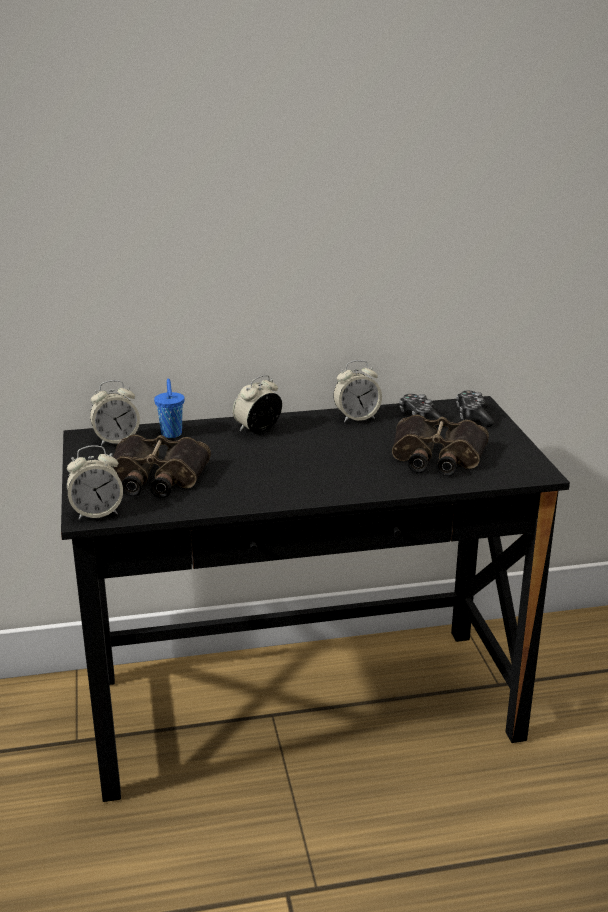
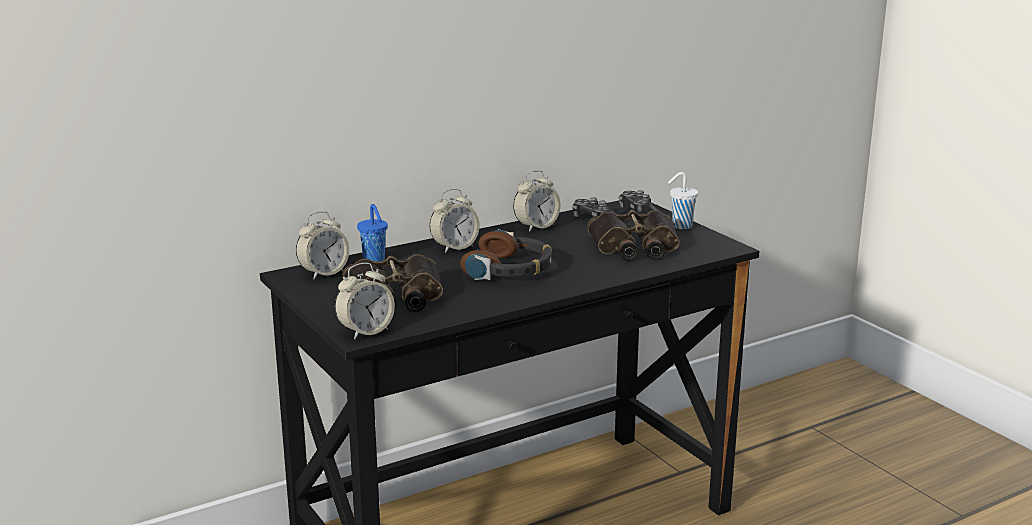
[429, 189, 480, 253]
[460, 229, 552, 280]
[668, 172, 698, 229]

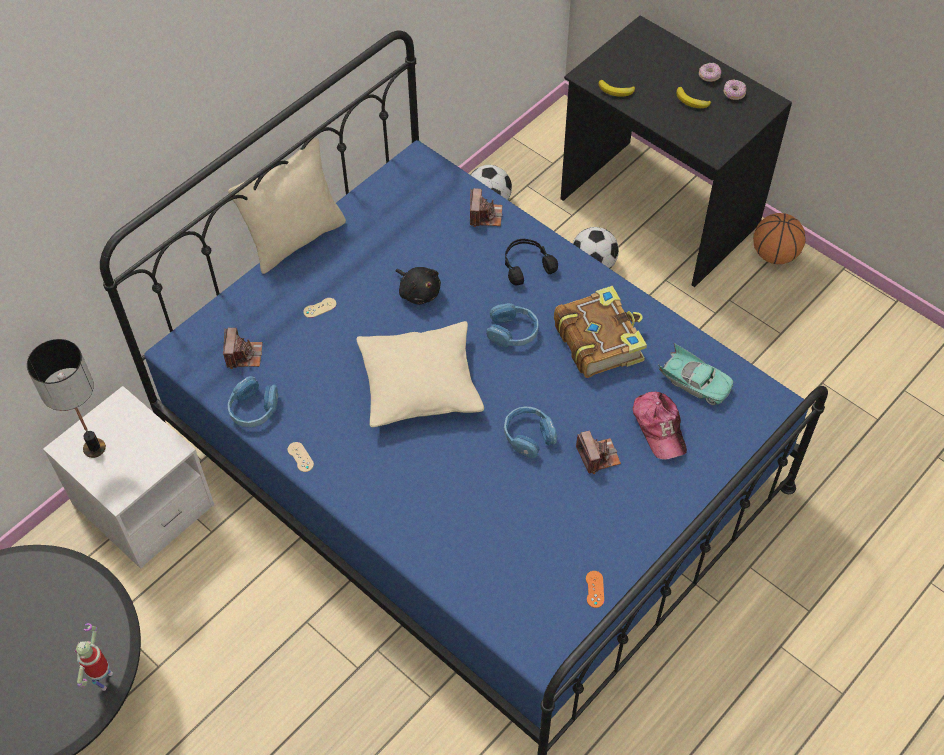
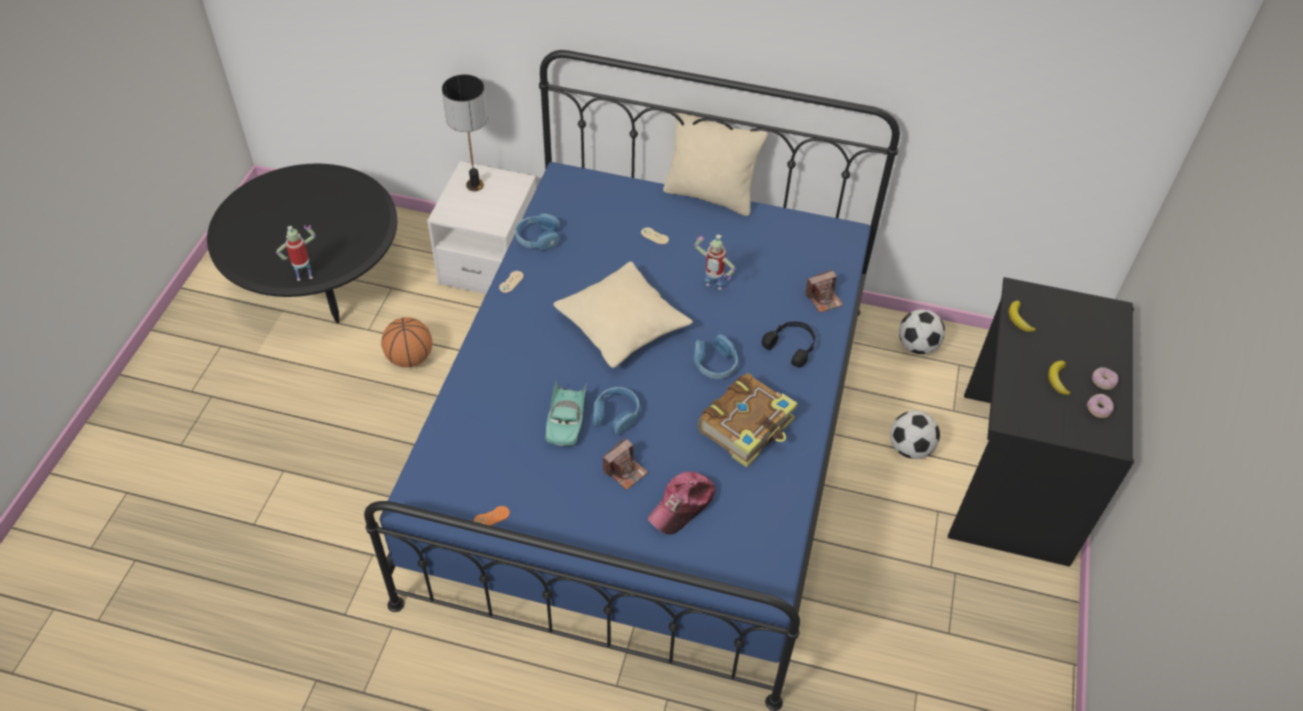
[381, 318, 432, 367]
[545, 379, 587, 446]
[694, 234, 736, 290]
[223, 328, 263, 369] (first image)

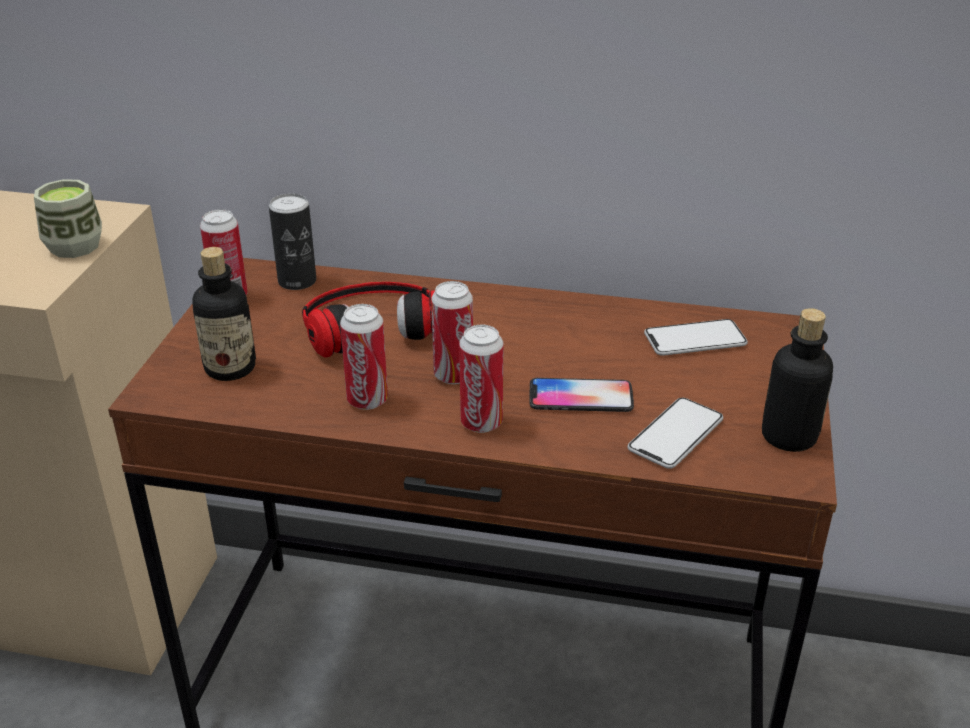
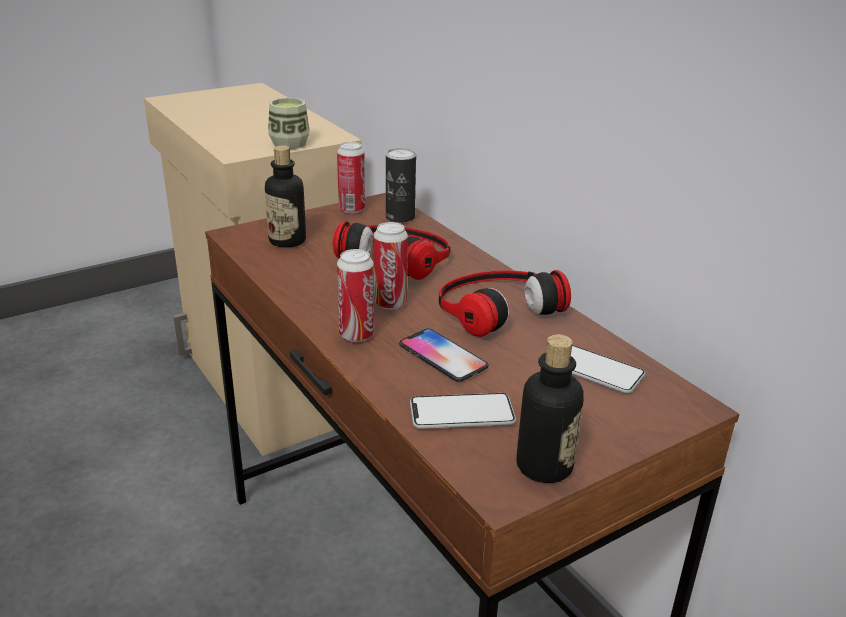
[439, 270, 571, 337]
[340, 304, 388, 410] (first image)

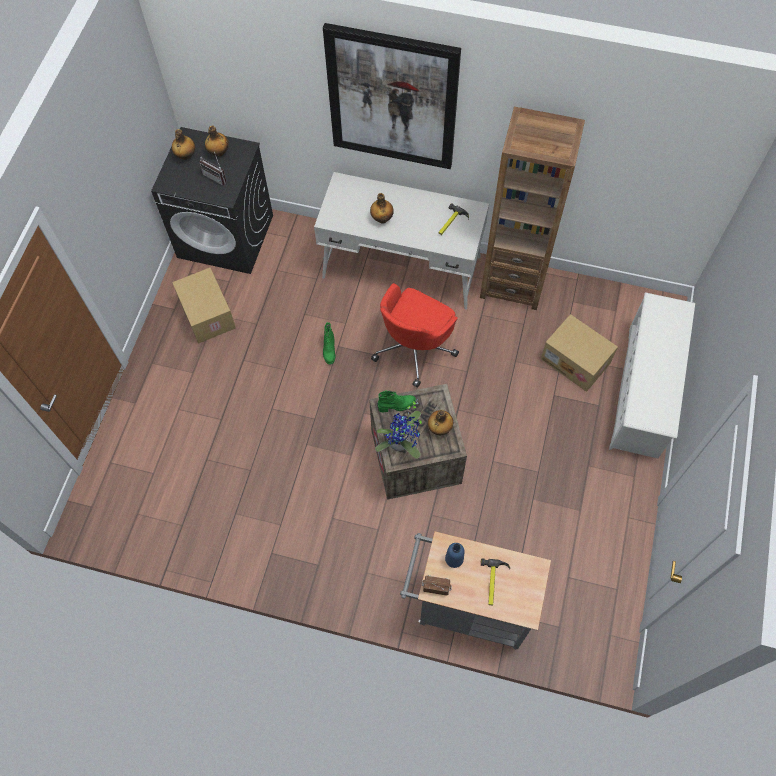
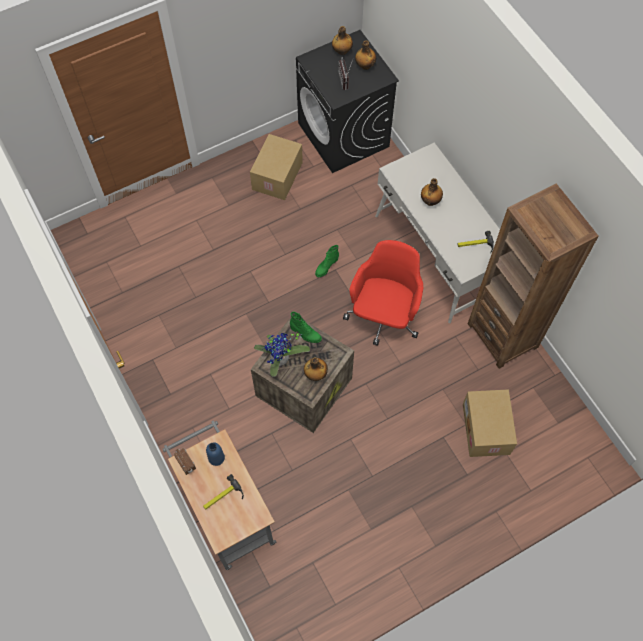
[343, 240, 423, 346]
[323, 23, 461, 169] (first image)
[609, 292, 695, 458] (first image)

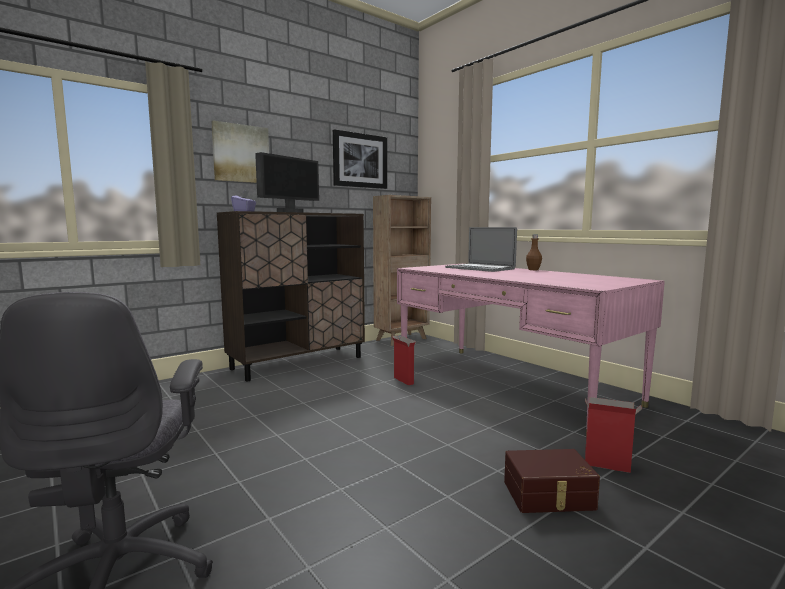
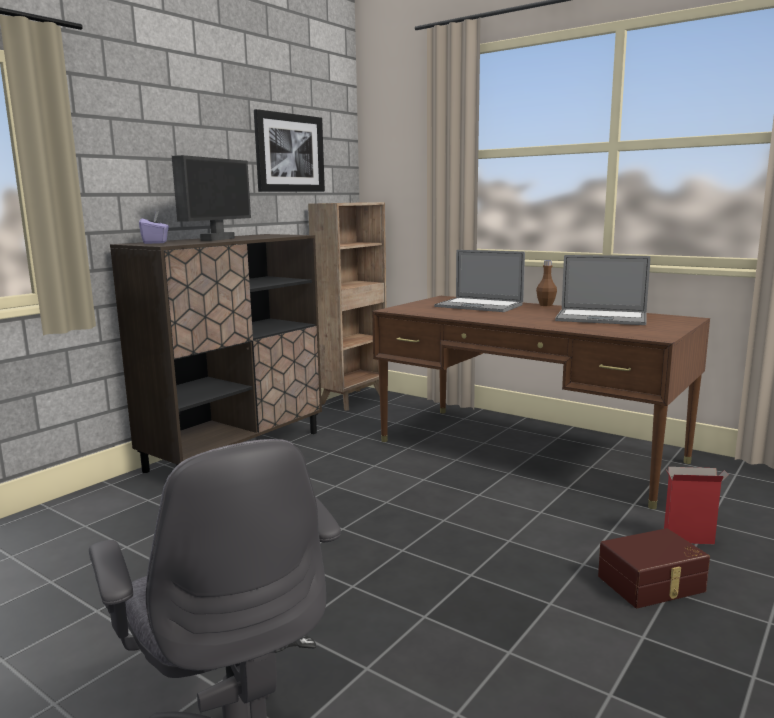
[372, 296, 710, 509]
[555, 255, 650, 325]
[211, 121, 269, 183] (first image)
[392, 335, 416, 385] (first image)

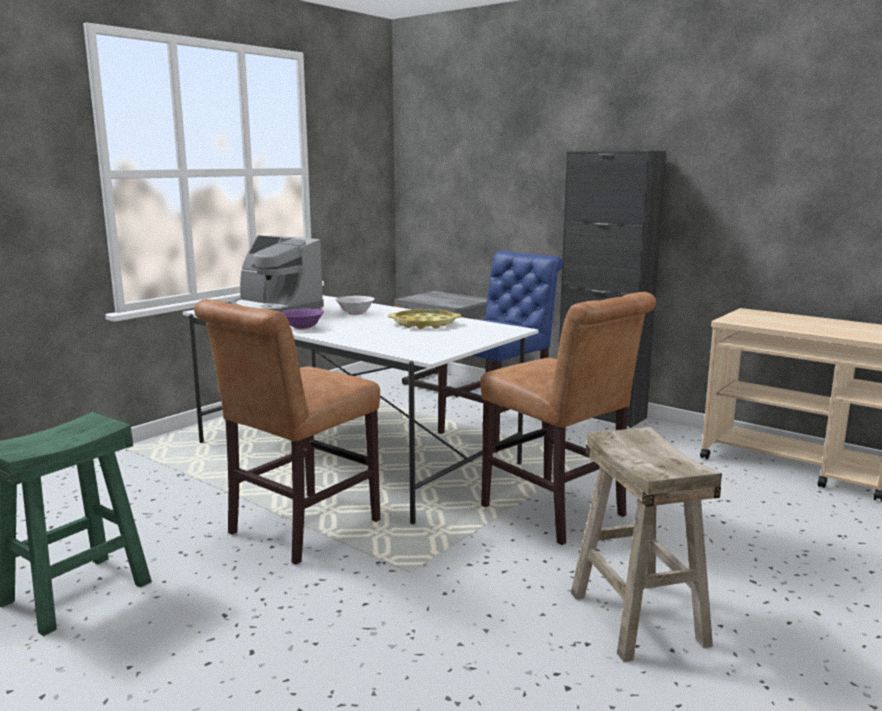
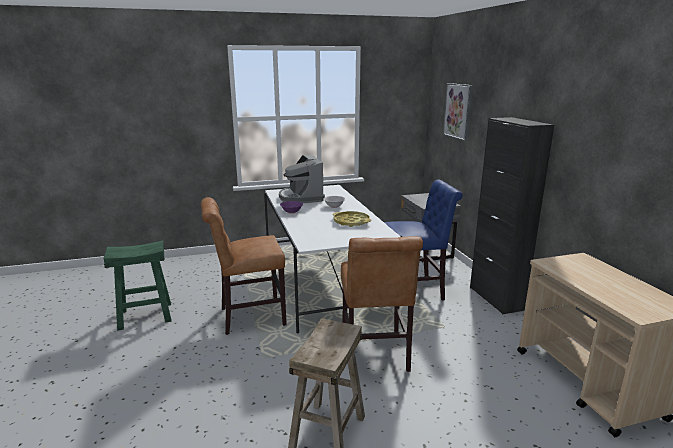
[443, 83, 473, 141]

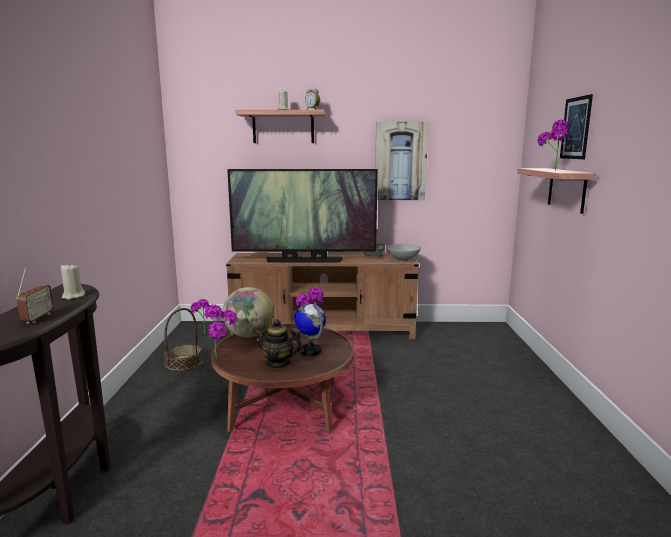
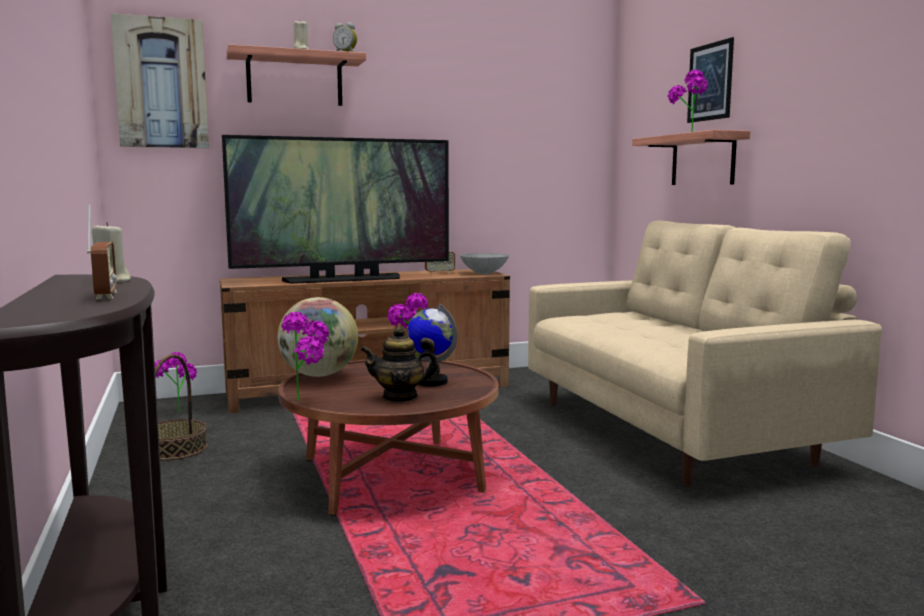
[111, 13, 209, 148]
[528, 220, 882, 487]

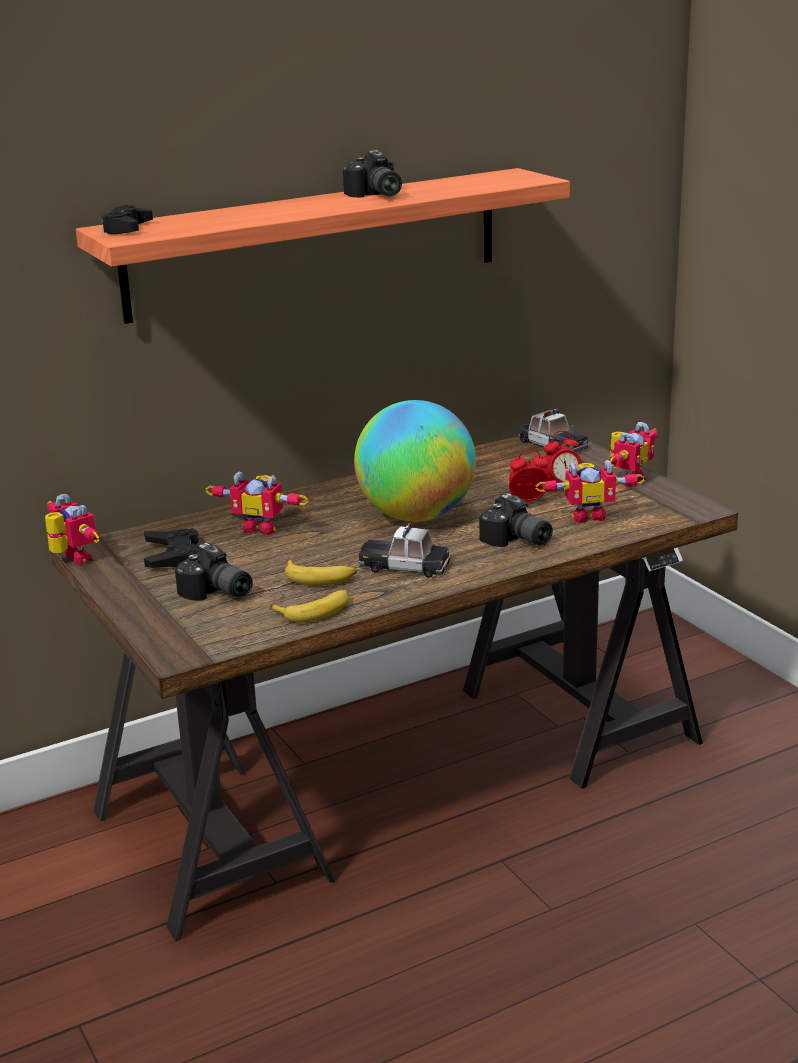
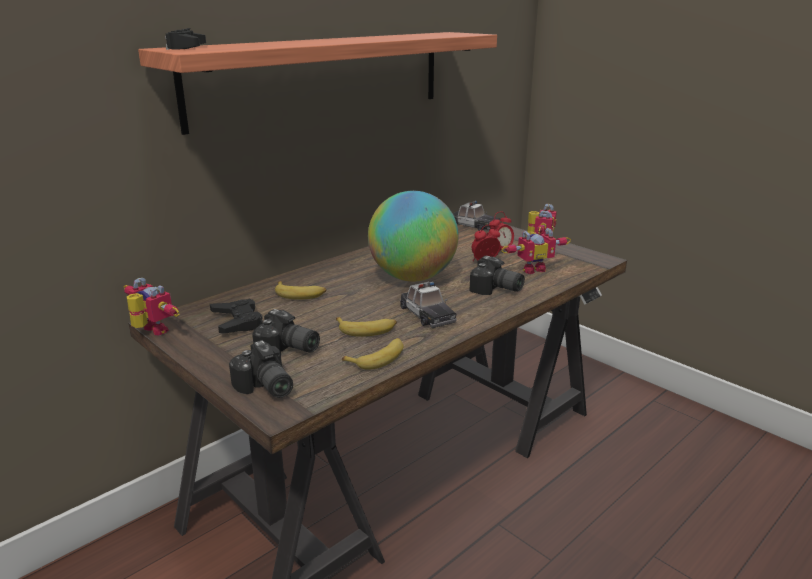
[229, 340, 293, 398]
[275, 281, 326, 300]
[400, 282, 457, 328]

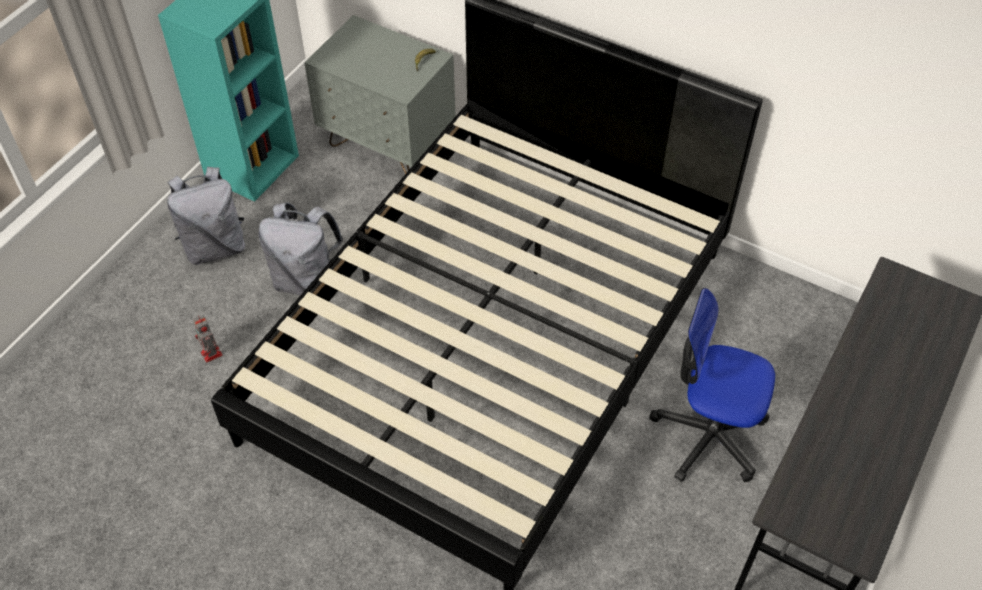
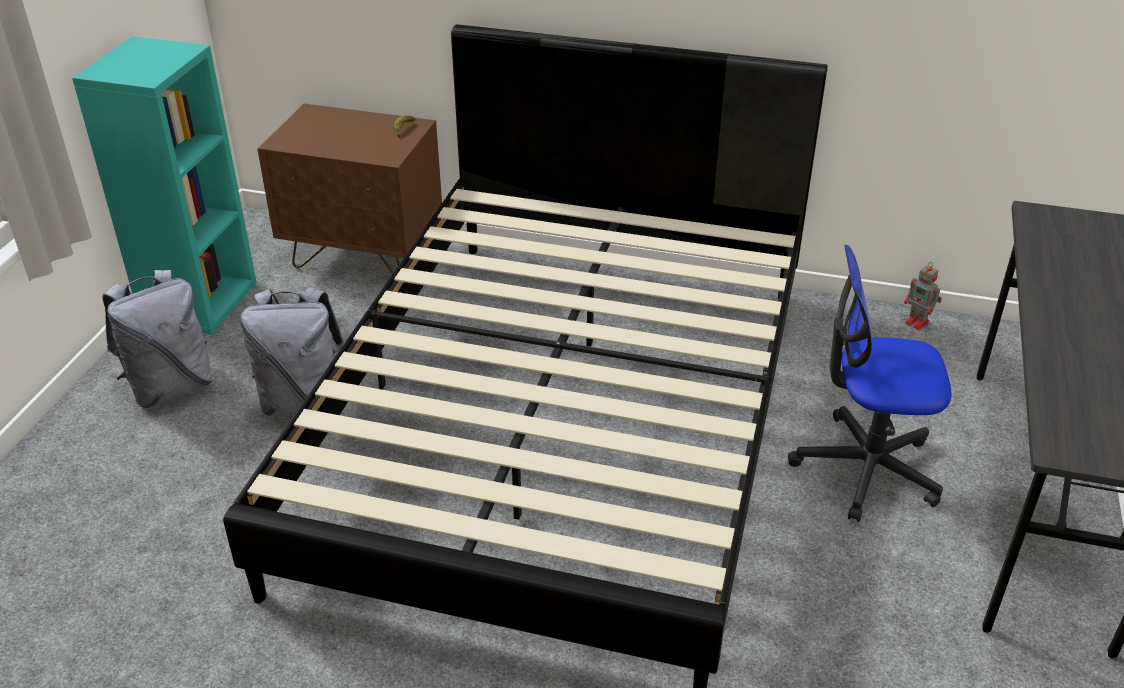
[257, 104, 442, 274]
[904, 262, 942, 330]

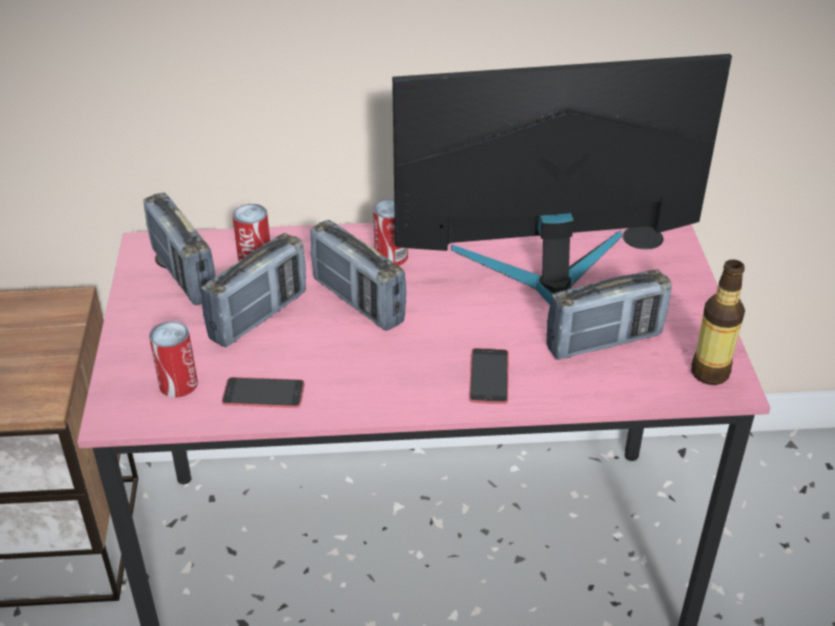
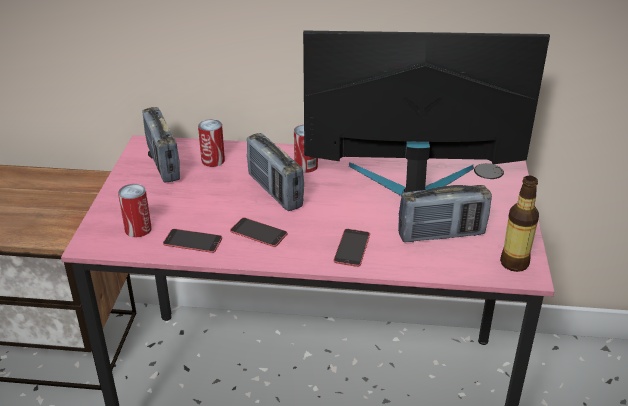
[230, 217, 288, 247]
[201, 233, 306, 348] (first image)

